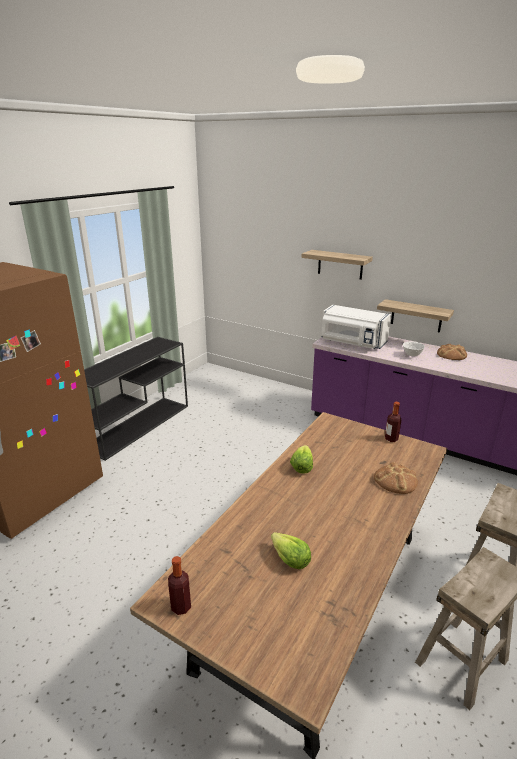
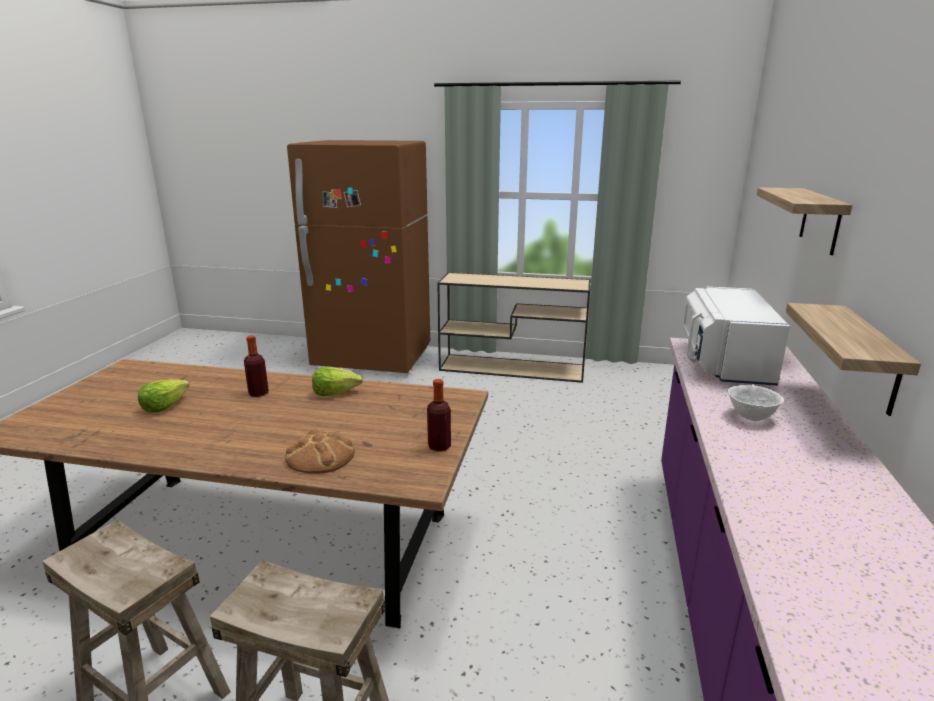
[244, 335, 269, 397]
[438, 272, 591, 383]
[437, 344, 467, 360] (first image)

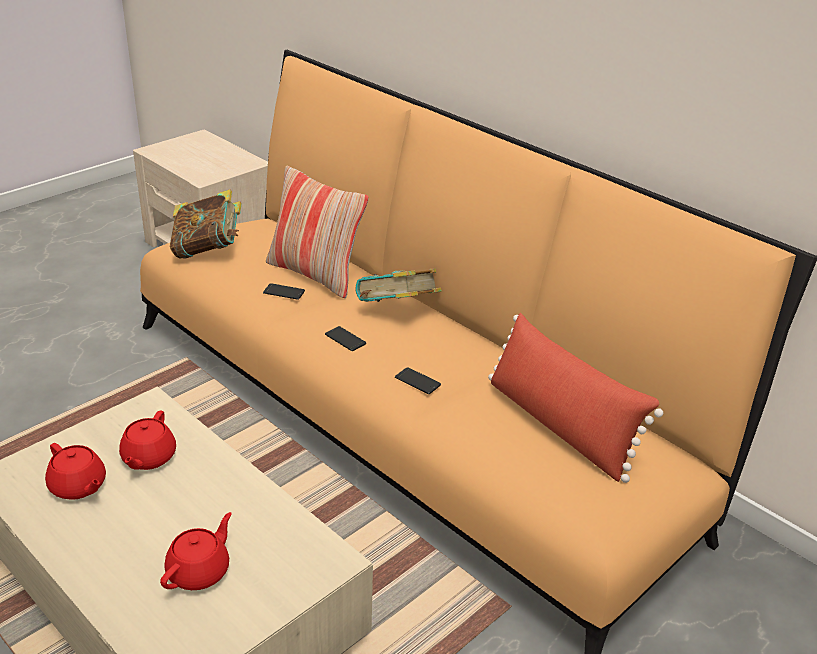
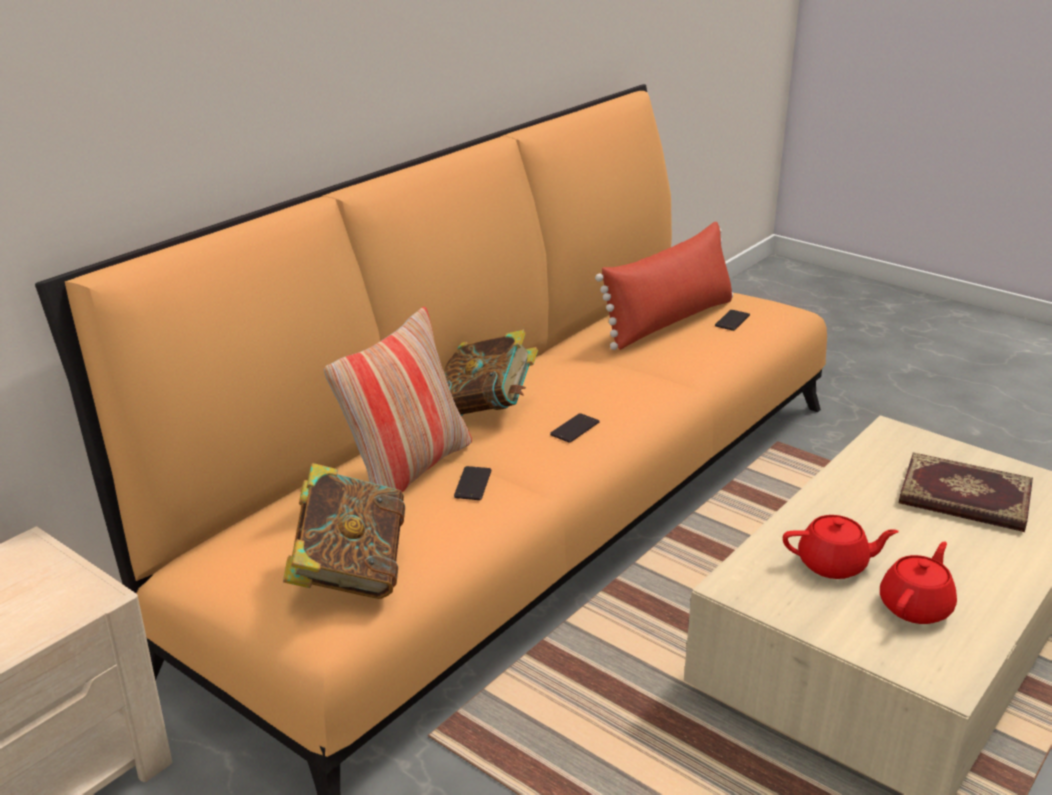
[715, 310, 750, 331]
[899, 452, 1033, 532]

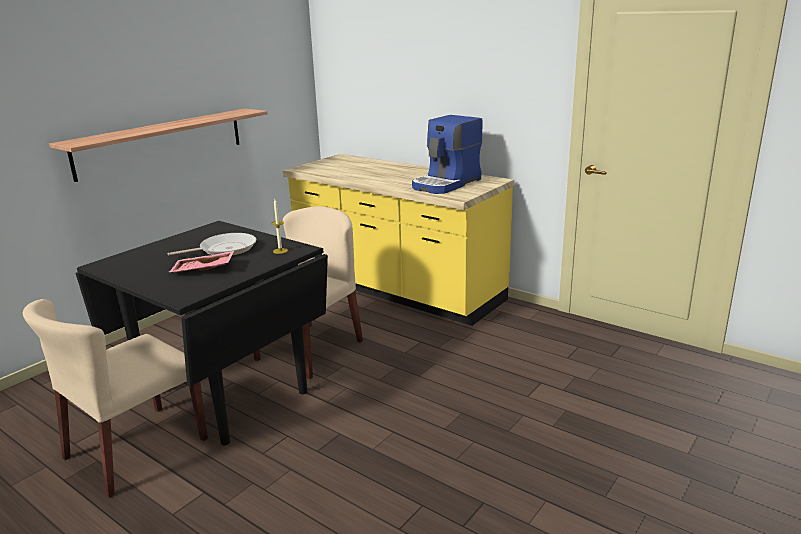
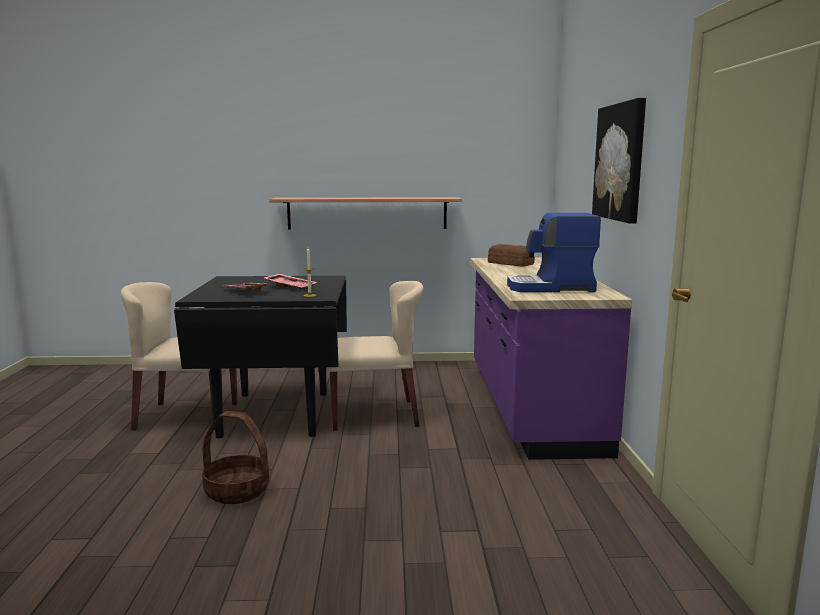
[202, 411, 269, 504]
[264, 273, 317, 290]
[471, 258, 632, 460]
[488, 244, 535, 267]
[592, 98, 646, 223]

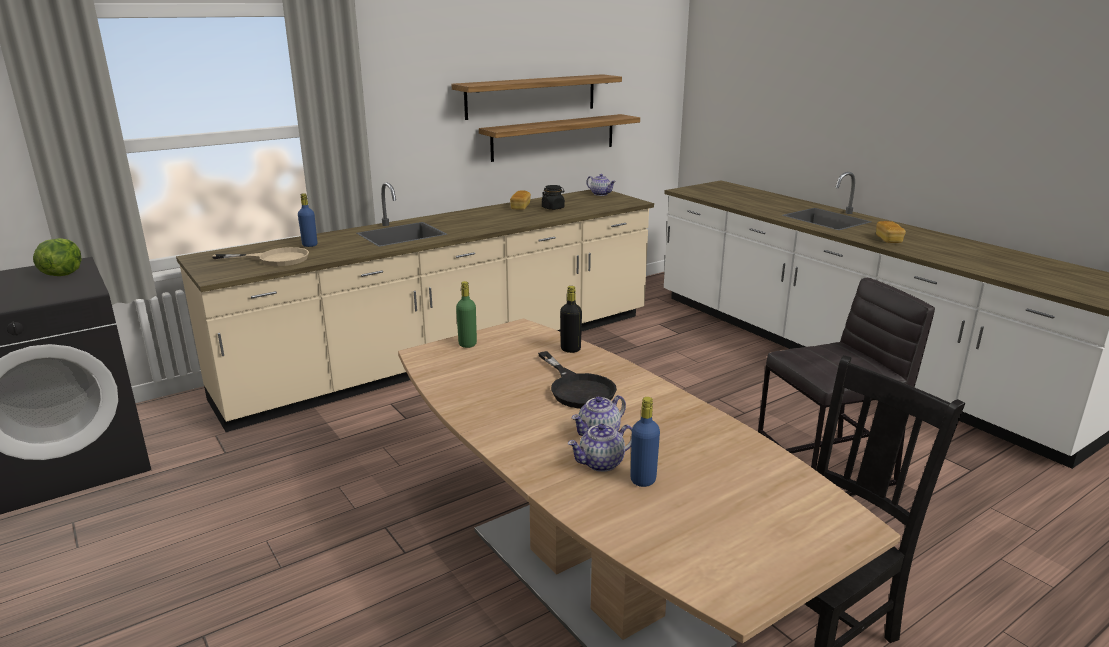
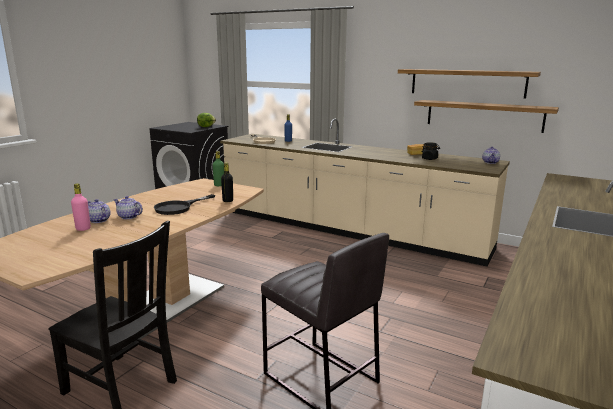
[71, 184, 91, 231]
[876, 221, 906, 243] (first image)

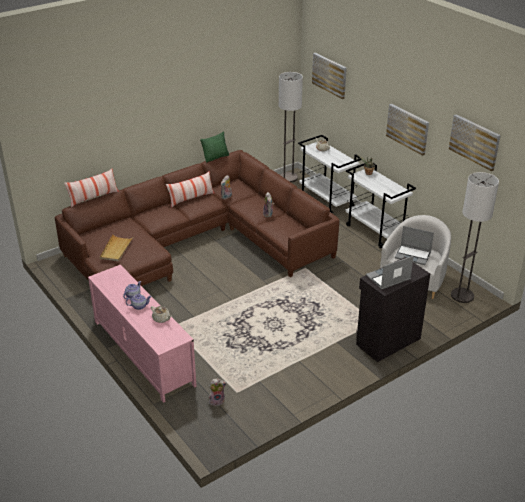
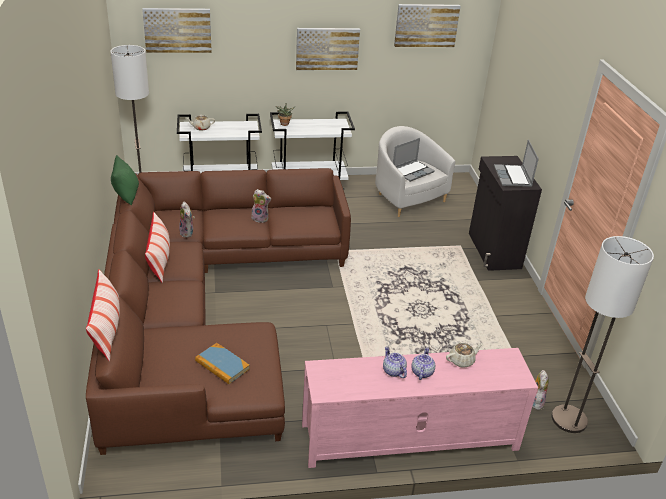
[195, 343, 250, 384]
[552, 236, 654, 433]

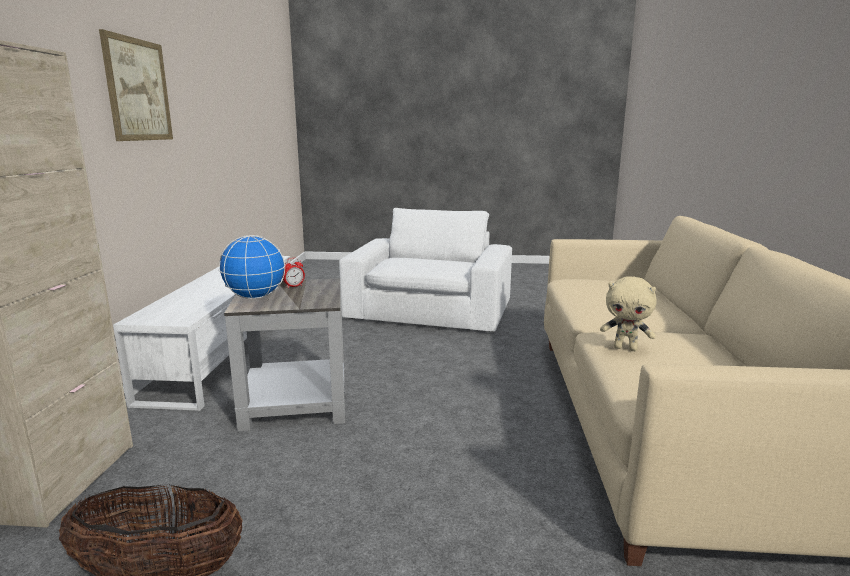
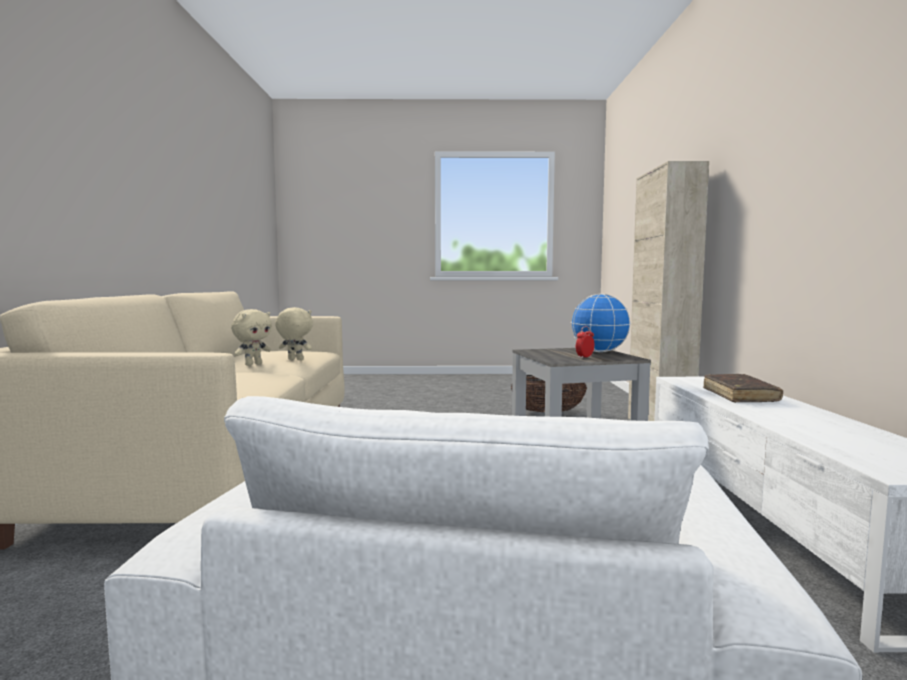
[231, 309, 272, 366]
[703, 374, 783, 403]
[99, 29, 173, 141] (first image)

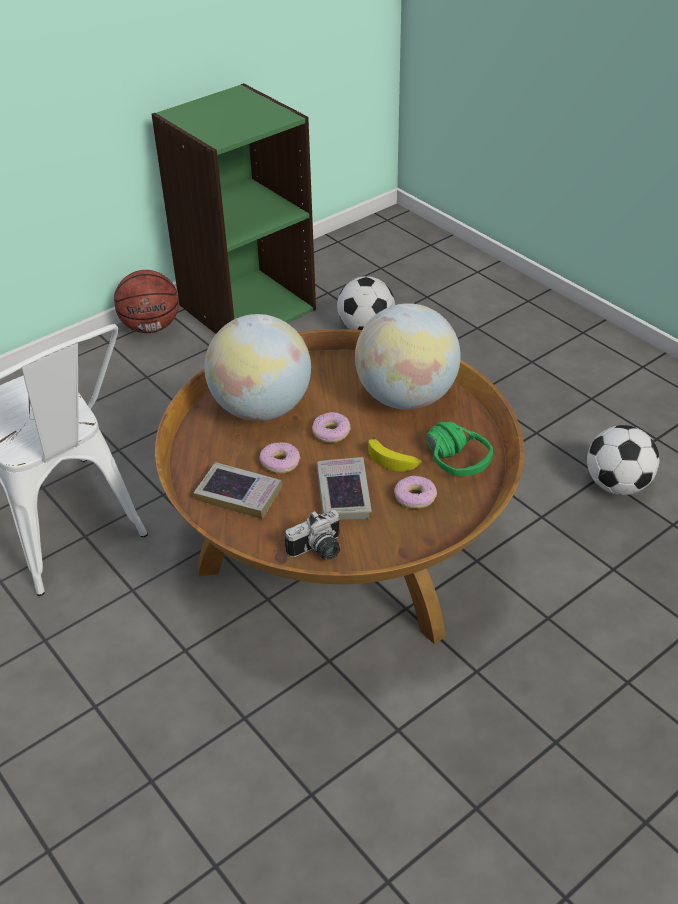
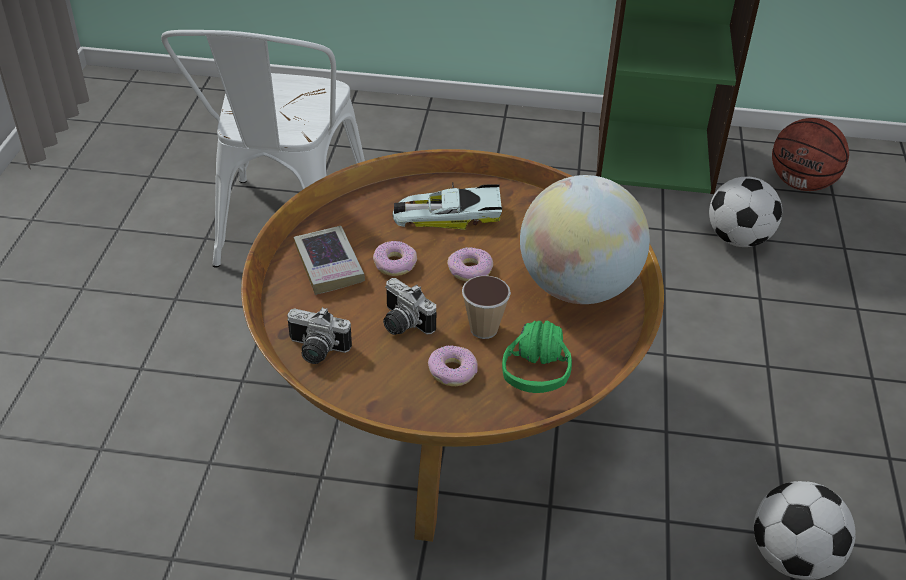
[383, 278, 436, 335]
[392, 182, 502, 230]
[462, 276, 511, 339]
[772, 118, 849, 191]

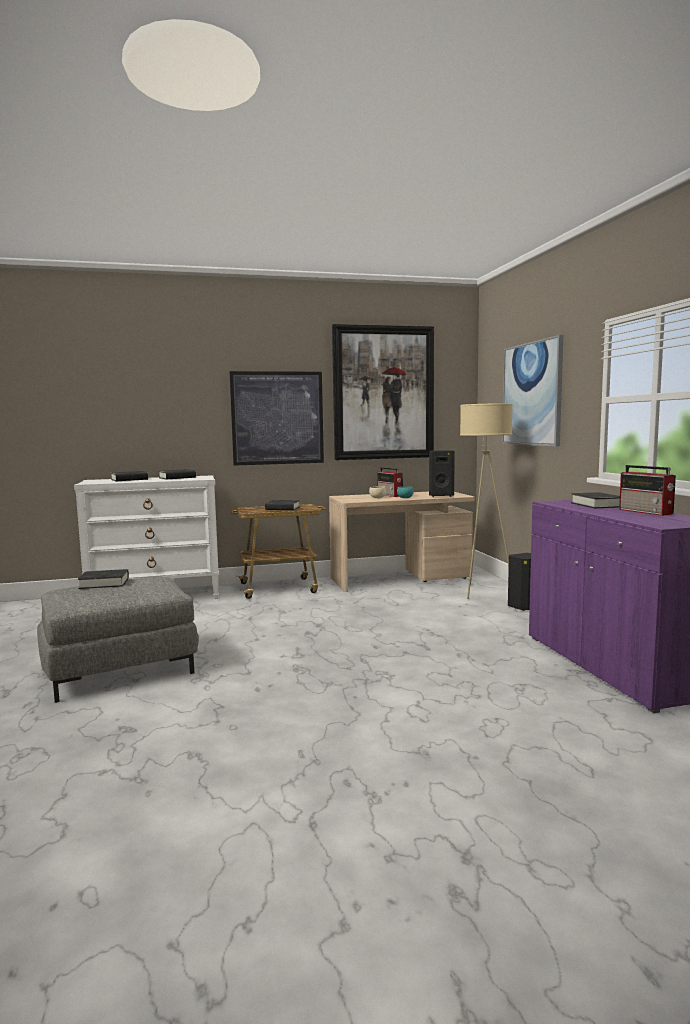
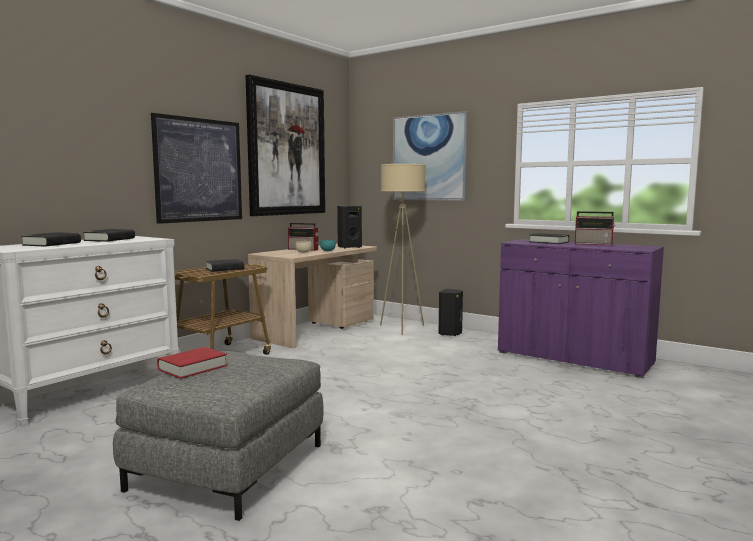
[157, 347, 227, 379]

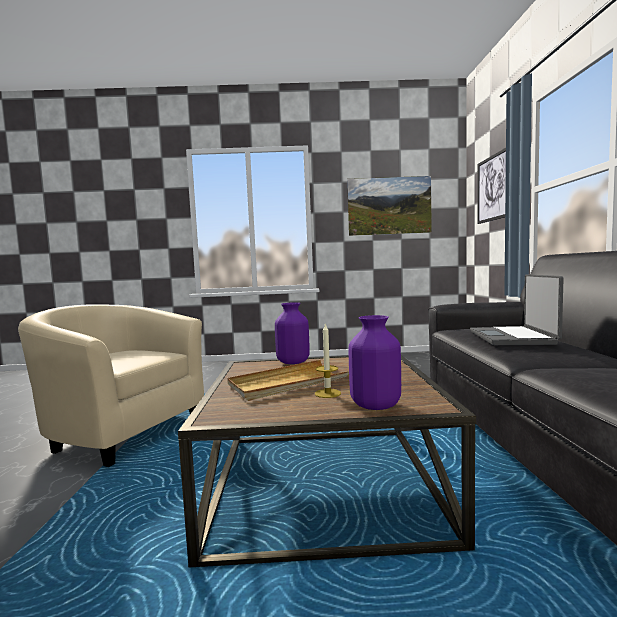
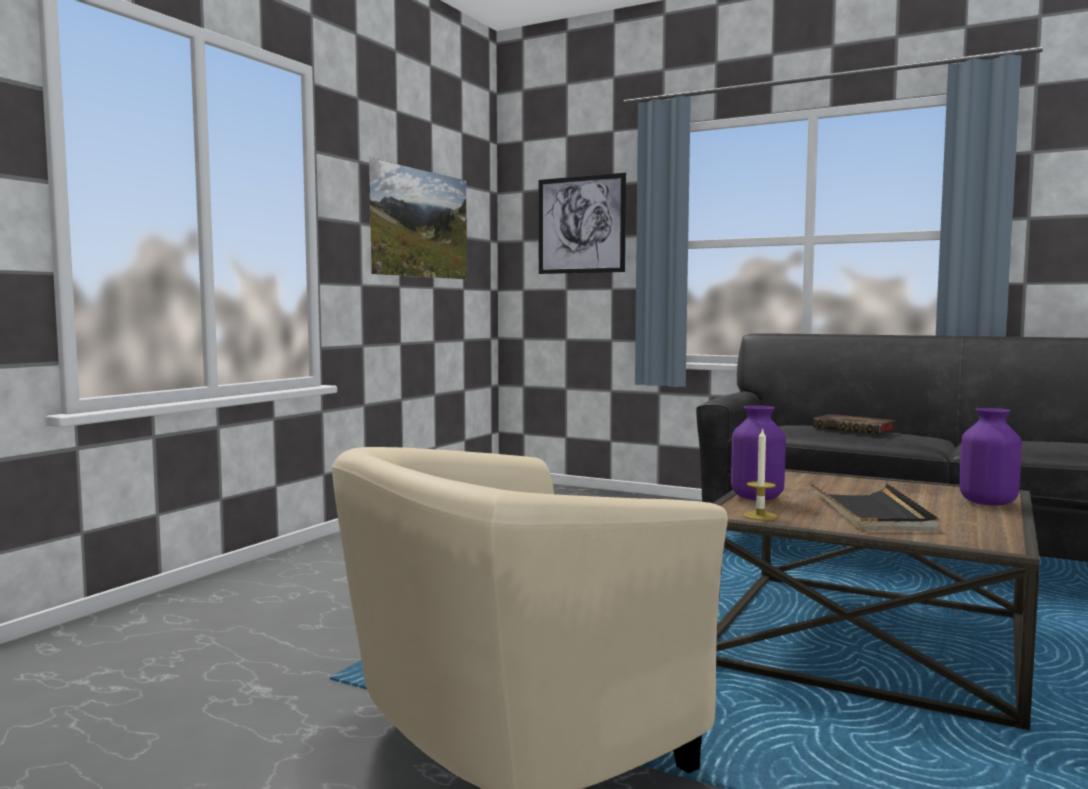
[743, 427, 777, 520]
[811, 483, 939, 531]
[813, 414, 896, 435]

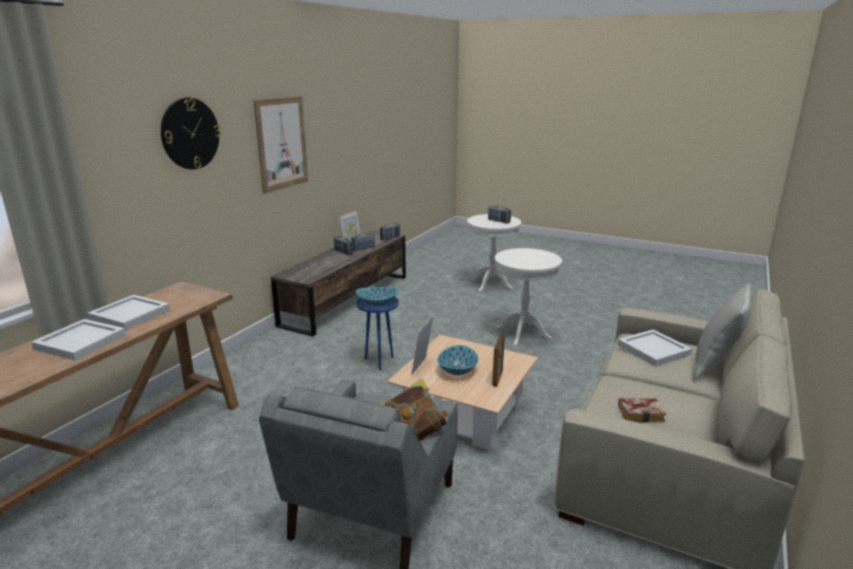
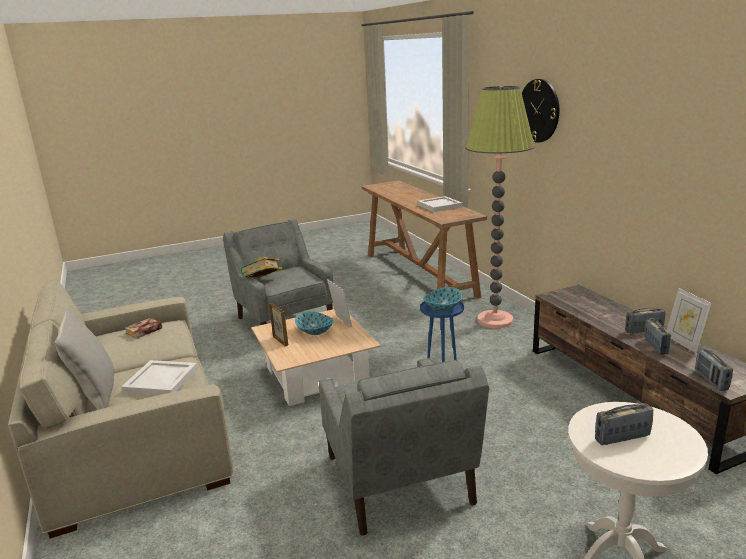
[319, 358, 490, 536]
[465, 86, 535, 328]
[31, 319, 126, 361] (first image)
[253, 96, 308, 194] (first image)

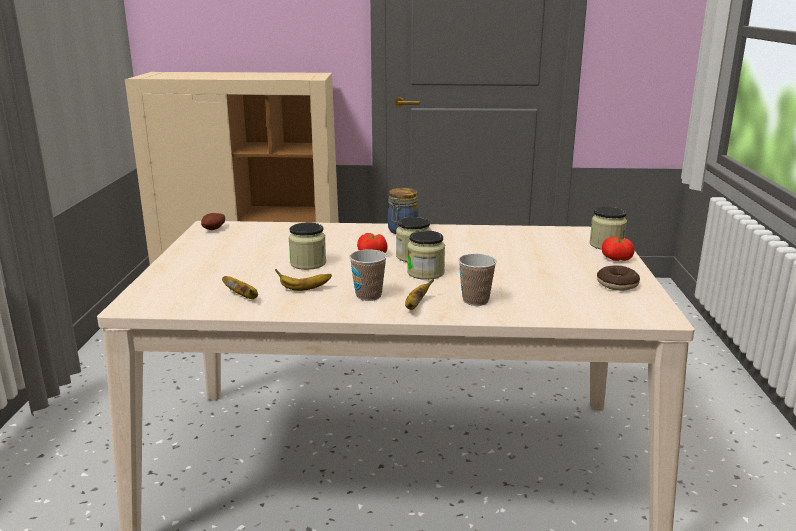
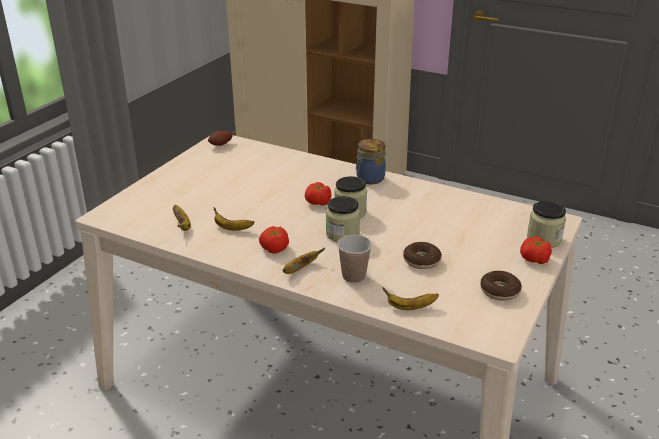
[259, 226, 289, 254]
[382, 287, 439, 310]
[403, 242, 442, 269]
[288, 223, 326, 270] (first image)

